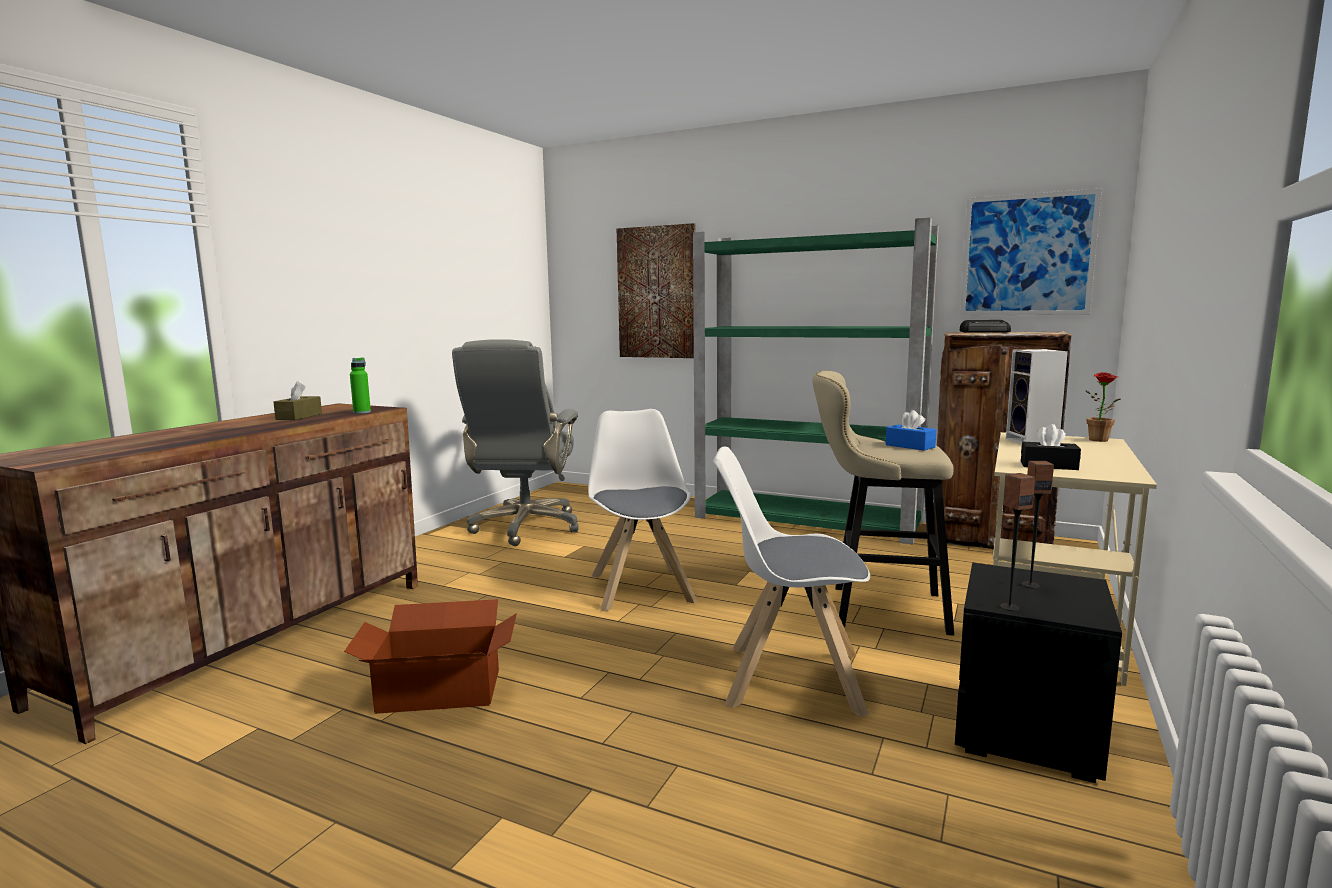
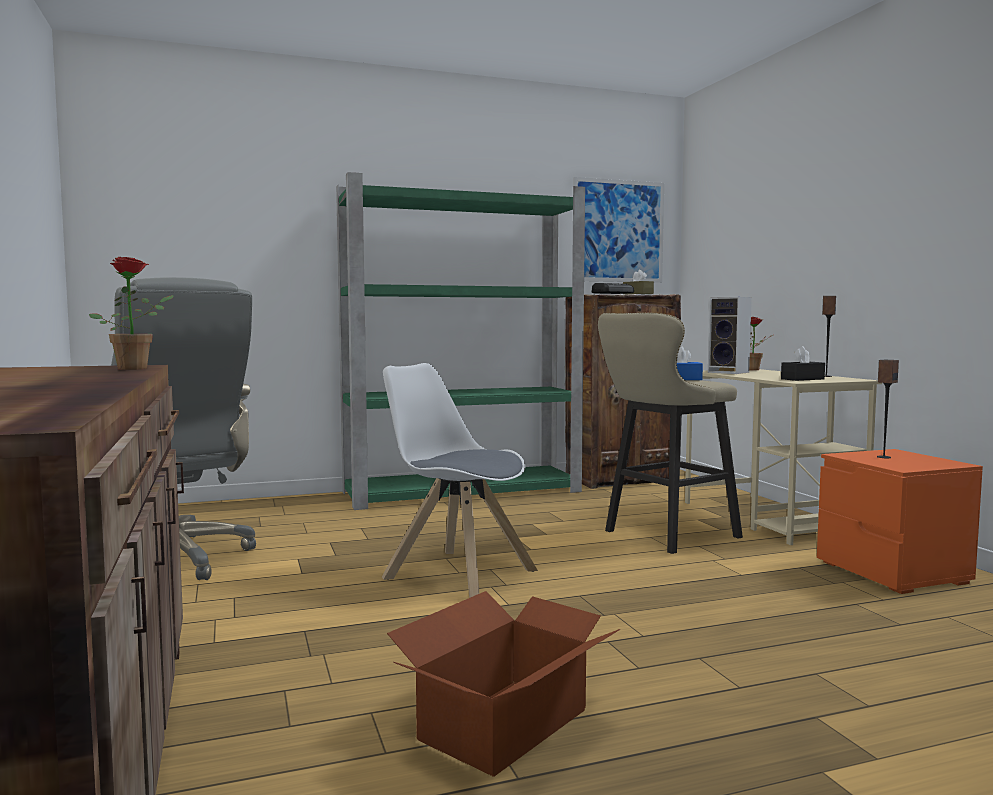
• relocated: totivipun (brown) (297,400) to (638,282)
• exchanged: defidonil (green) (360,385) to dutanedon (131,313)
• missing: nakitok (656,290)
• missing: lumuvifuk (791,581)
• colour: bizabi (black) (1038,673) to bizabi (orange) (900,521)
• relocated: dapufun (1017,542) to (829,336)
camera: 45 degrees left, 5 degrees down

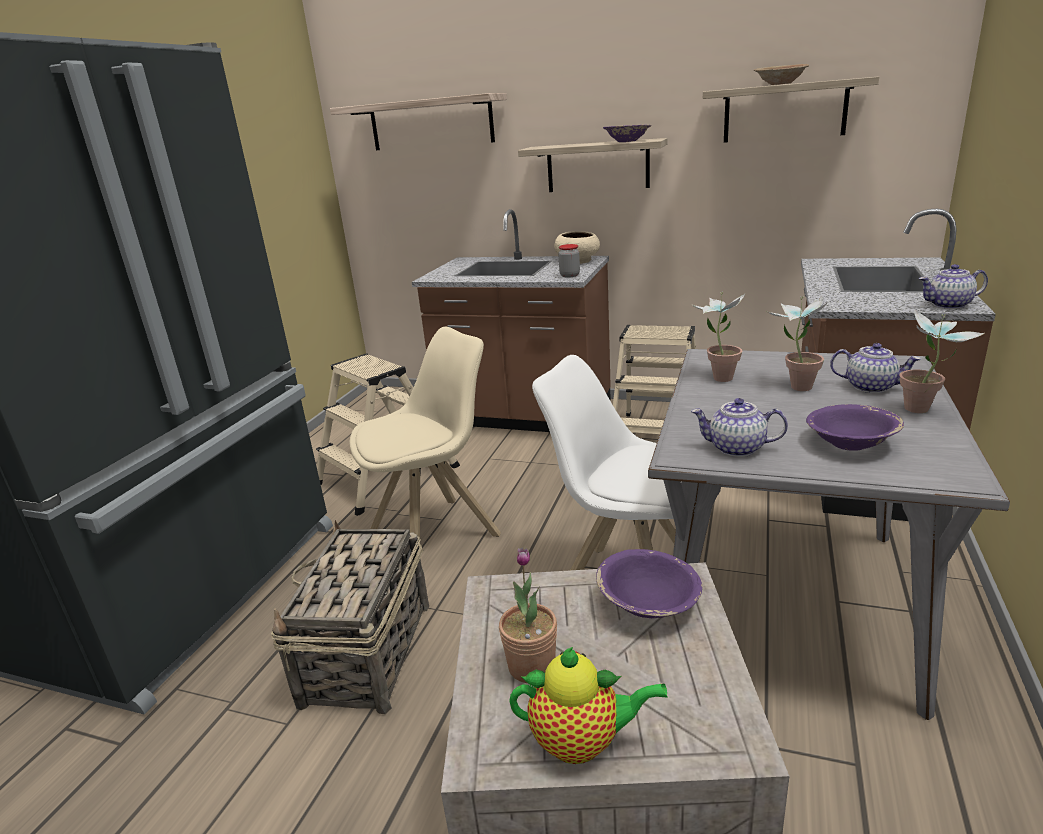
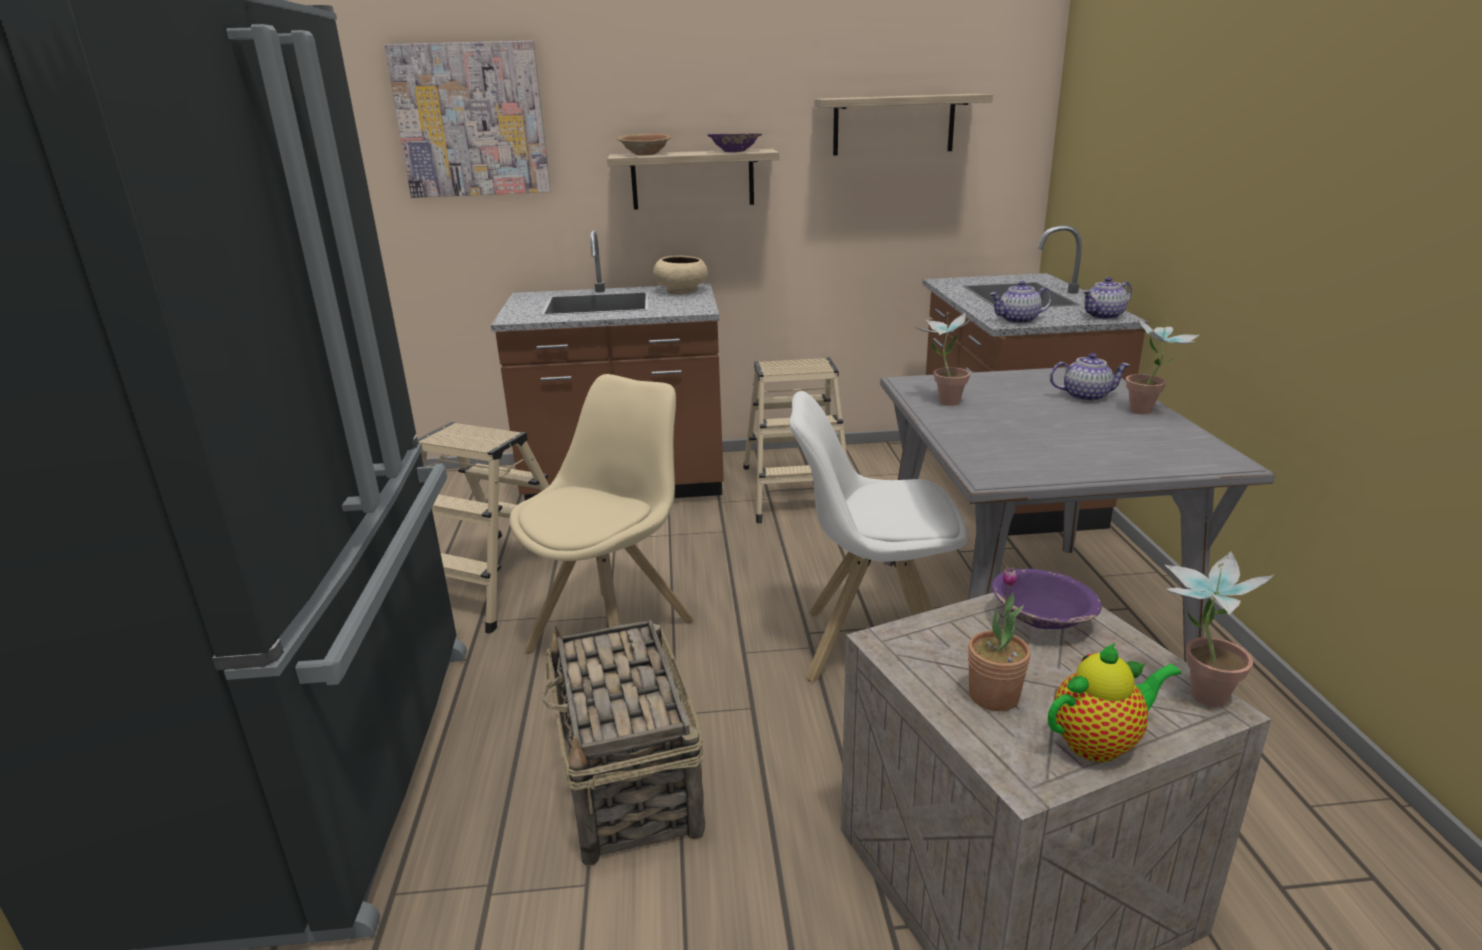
• exchanged: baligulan (418,121) to nakitok (467,119)
• missing: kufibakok (569,261)
• relocated: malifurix (739,427) to (1021,302)
• relocated: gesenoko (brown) (781,74) to (644,144)
• relocated: dutanedon (798,344) to (1219,629)
• missing: gesenoko (purple) (855,427)
camera: 25 degrees left, 0 degrees up

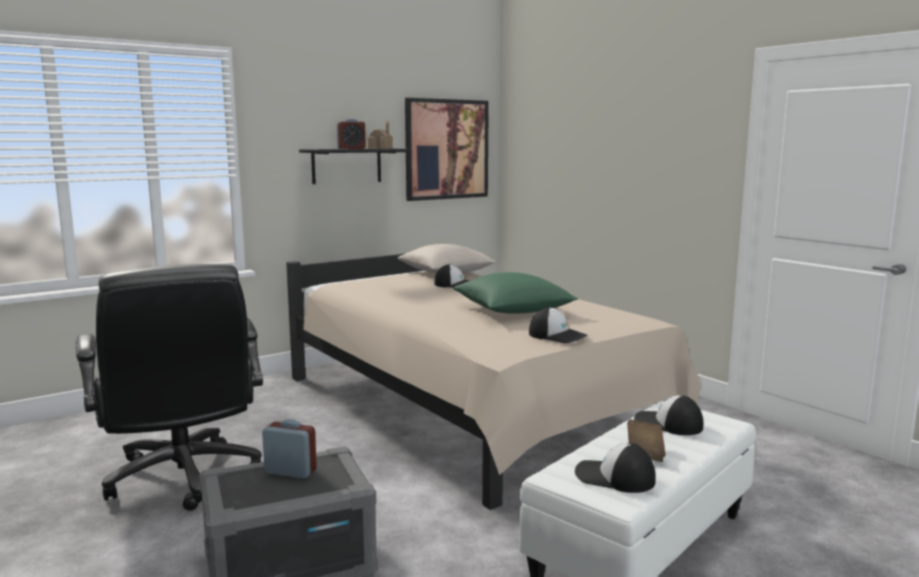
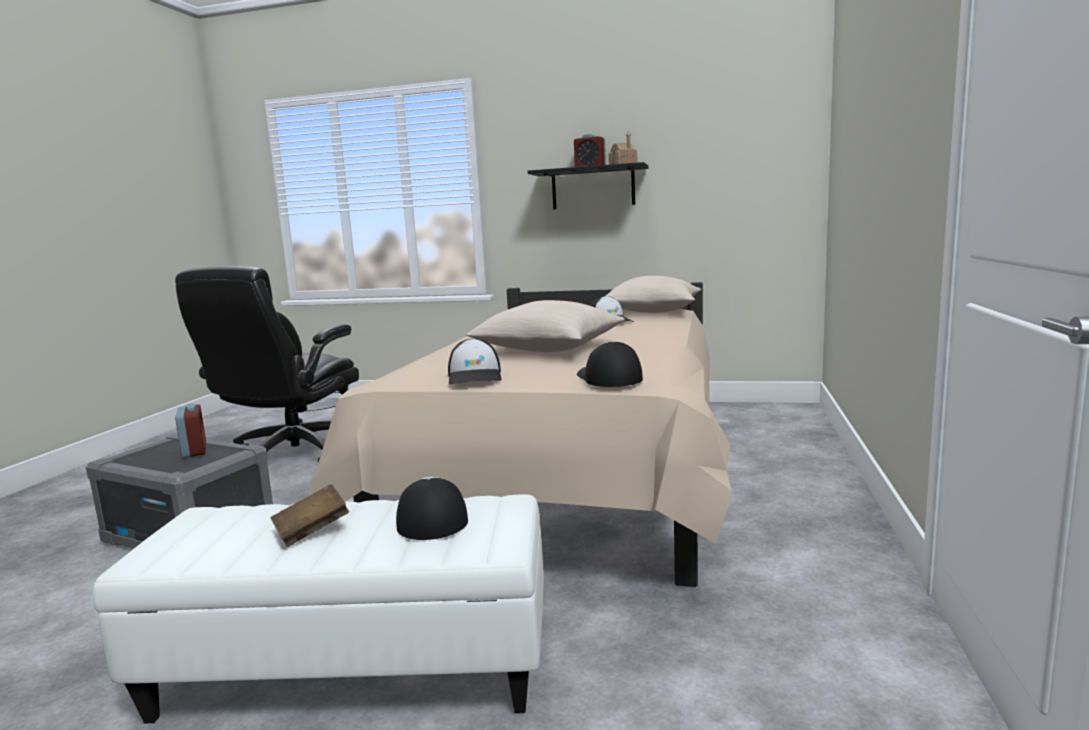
• missing: nakitok (447,149)
• colour: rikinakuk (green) (515,293) to rikinakuk (beige) (545,326)
• relocated: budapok (615,468) to (610,364)
camera: 50 degrees right, 0 degrees up

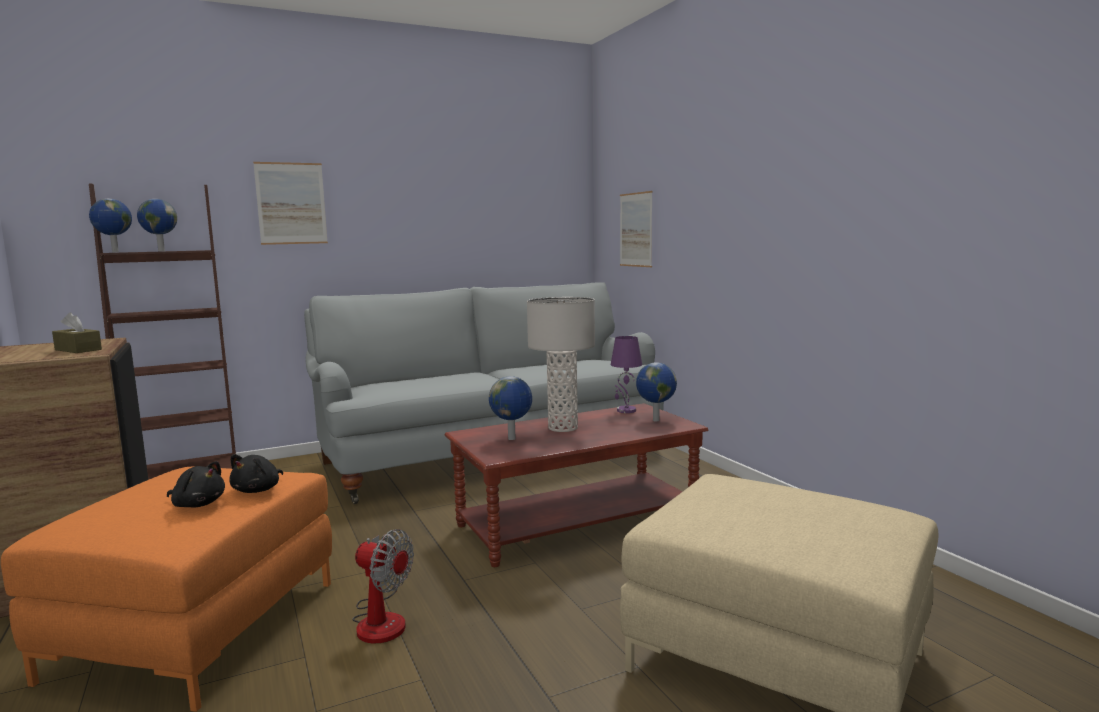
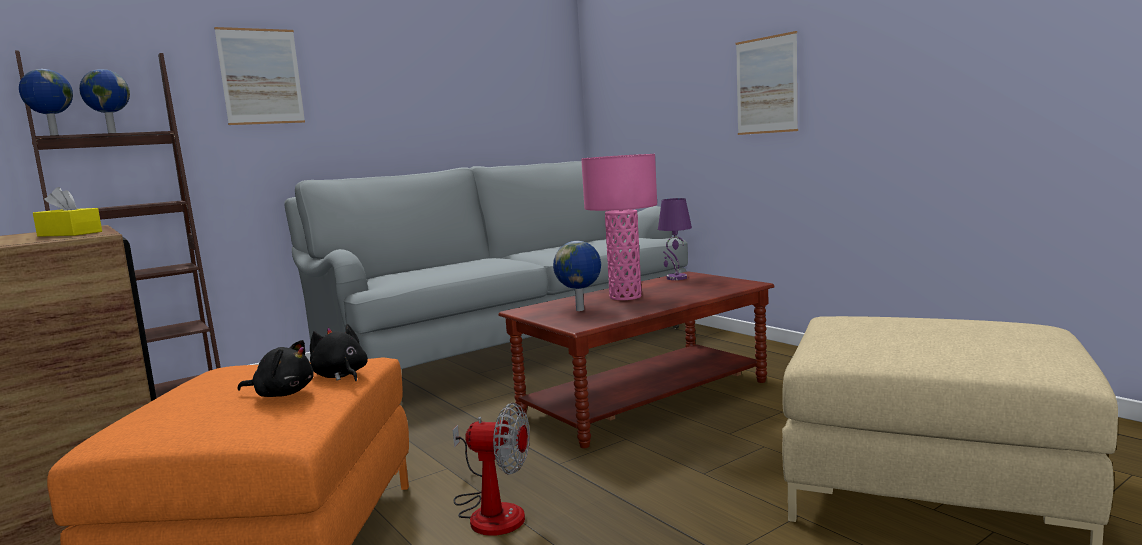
• colour: totivipun (brown) (77,332) to totivipun (yellow) (67,212)
• spun: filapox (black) (256,473) = (339,352) 135 degrees clockwise
• colour: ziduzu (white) (561,364) to ziduzu (pink) (619,227)
• relocated: nakitok (636,229) to (767,83)
• missing: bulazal (656,391)
camera: 10 degrees left, 0 degrees up

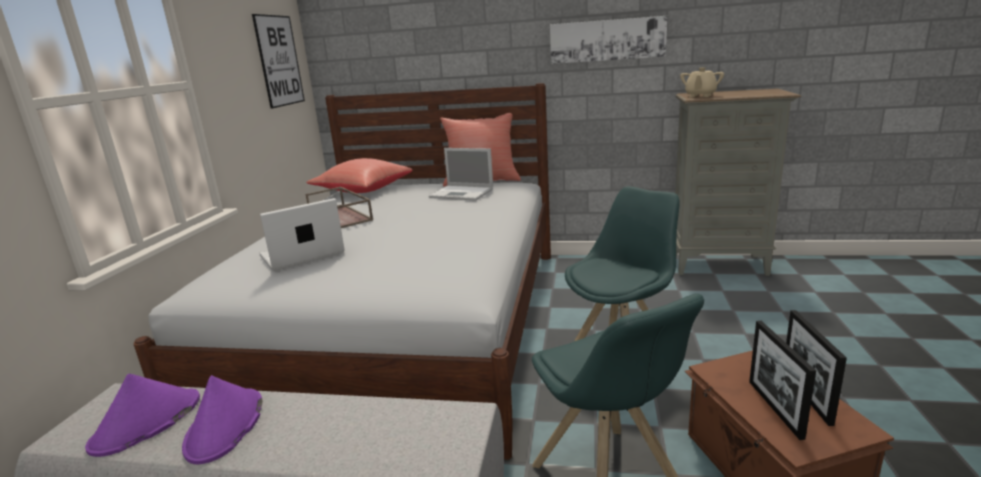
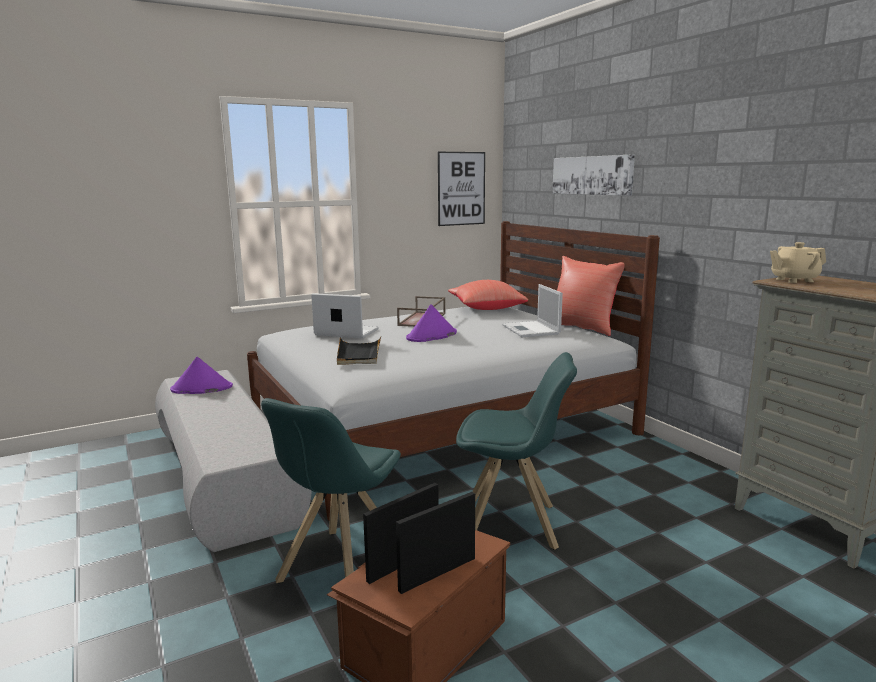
• relocated: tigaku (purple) (222,419) to (431,323)
• relocated: nakitok (608,40) to (593,175)
• appeared: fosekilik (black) (359,351)
camera: 50 degrees right, 5 degrees down

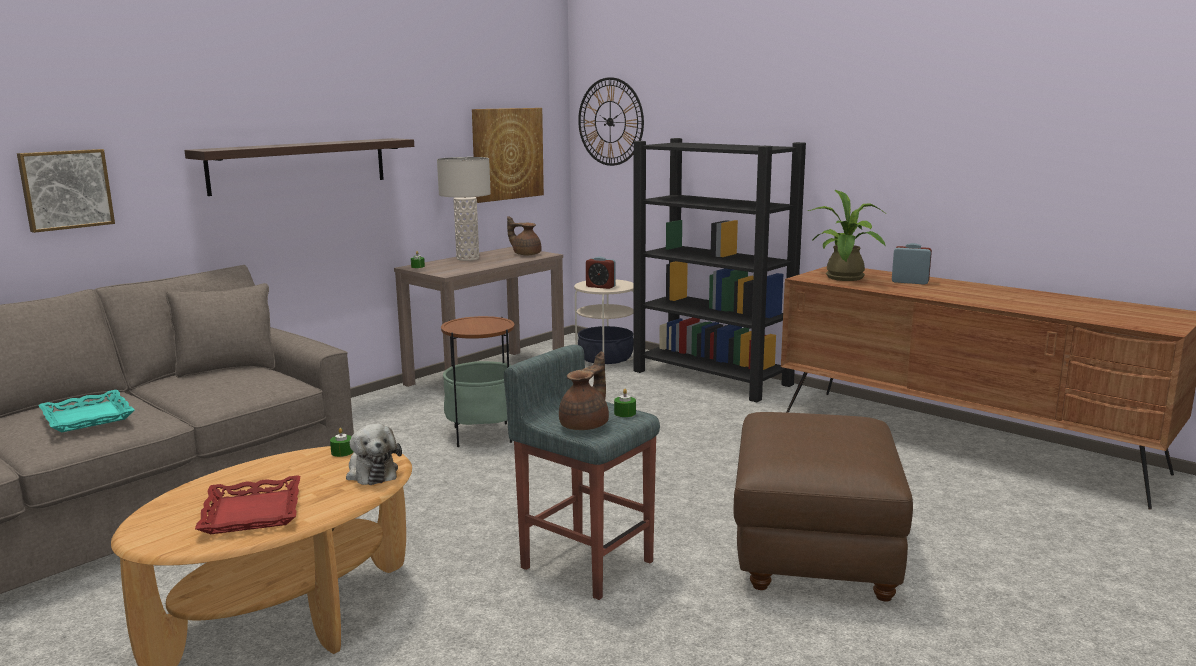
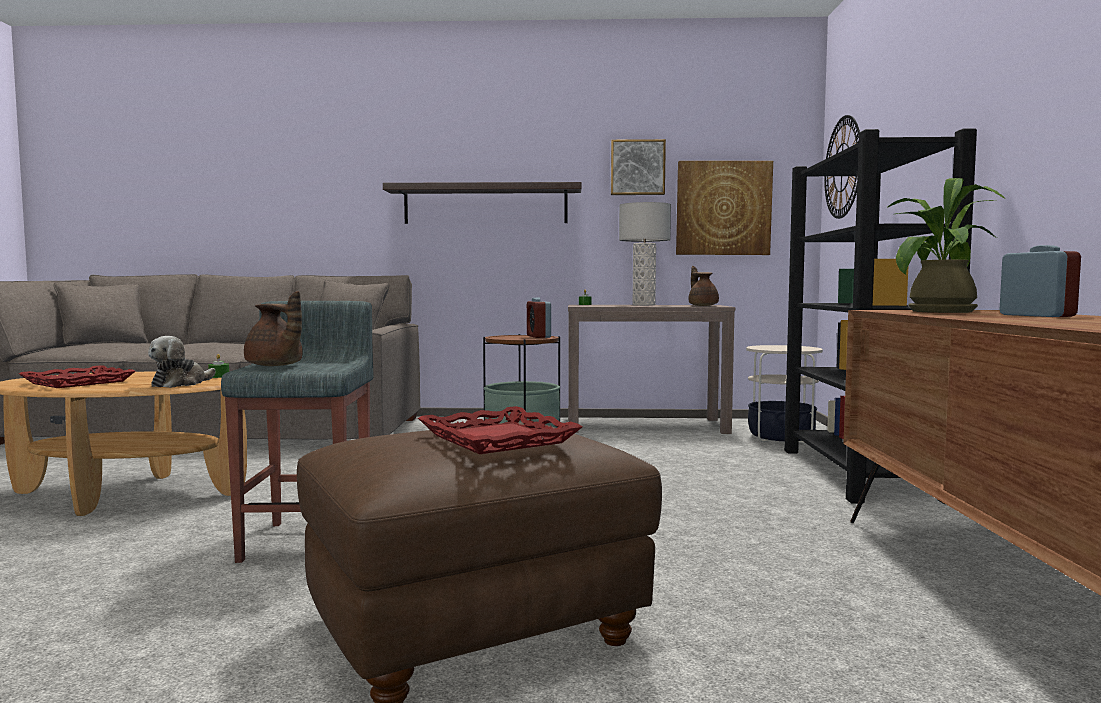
• relocated: nakitok (66,191) to (638,167)
• missing: fosekilik (turquoise) (86,411)
• spun: malifurix (brown) (584,390) = (273,328) 45 degrees clockwise
• relocated: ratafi (601,273) to (539,318)
• missing: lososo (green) (625,403)
• appeared: fosekilik (red) (500,430)
camera: 50 degrees right, 10 degrees down

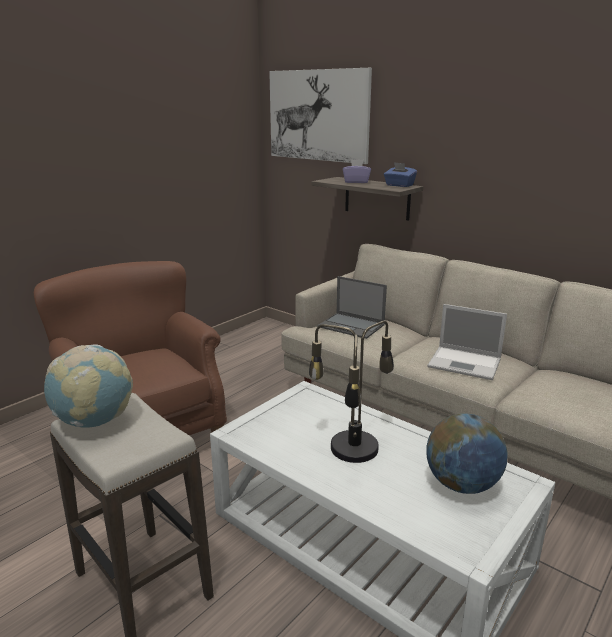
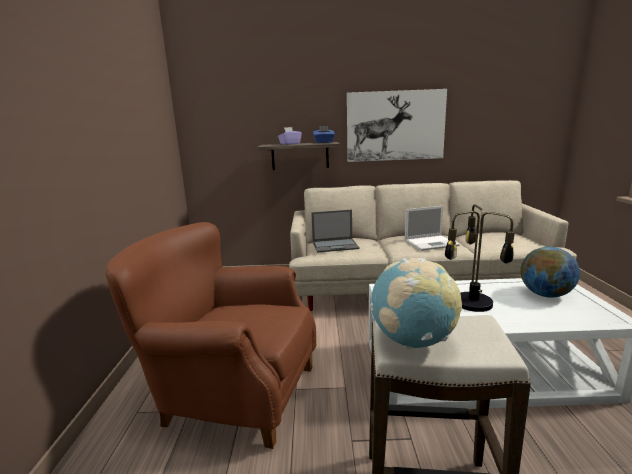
• relocated: nakitok (320,116) to (397,125)
camera: 40 degrees left, 5 degrees down

